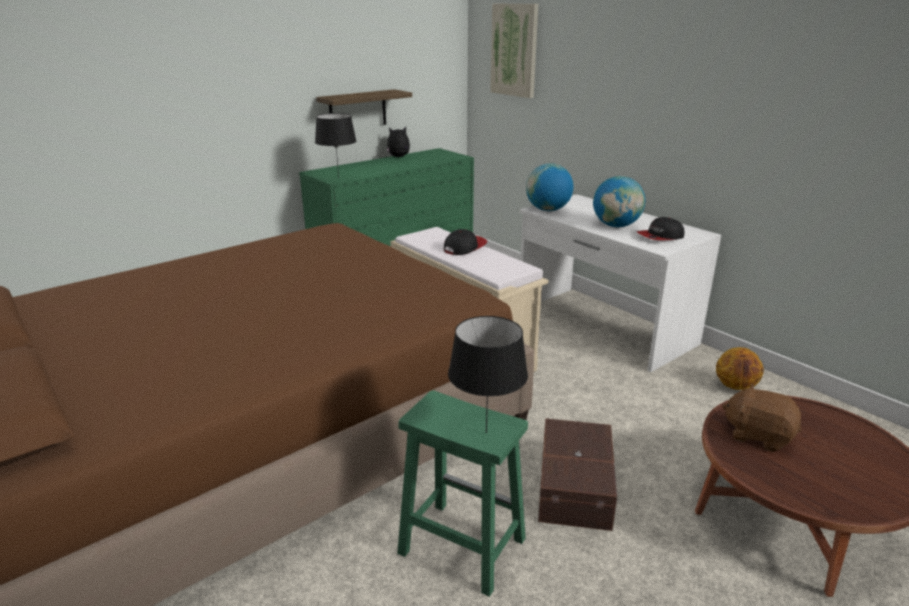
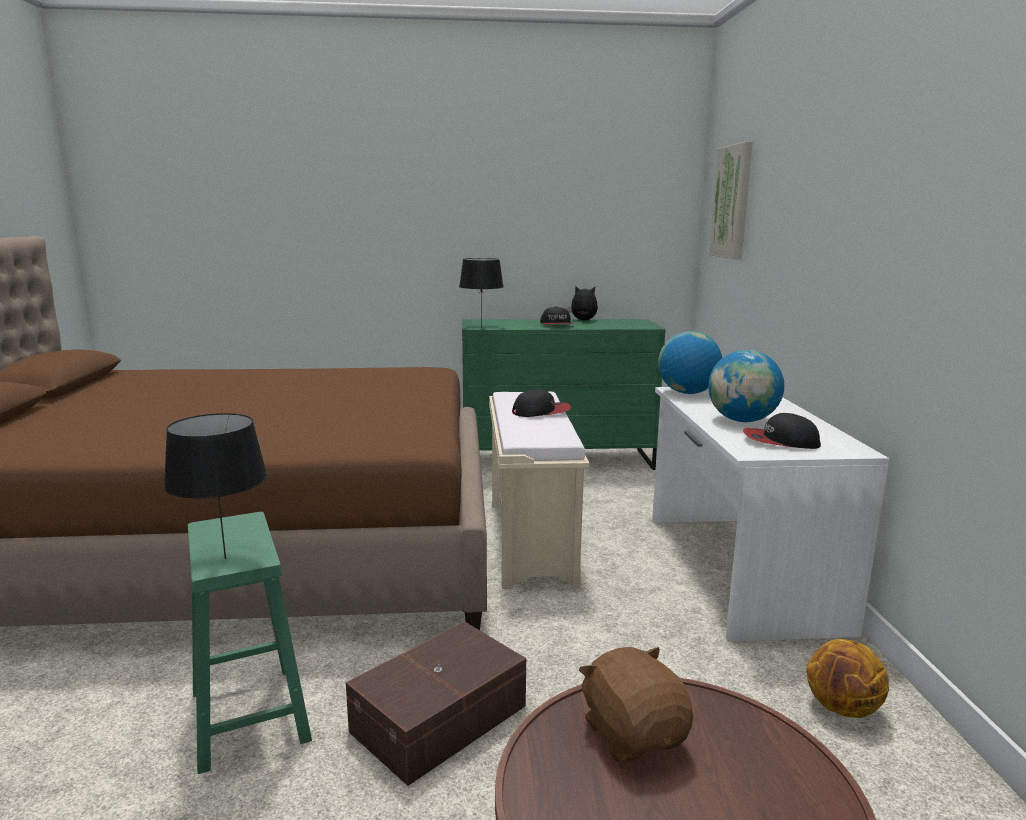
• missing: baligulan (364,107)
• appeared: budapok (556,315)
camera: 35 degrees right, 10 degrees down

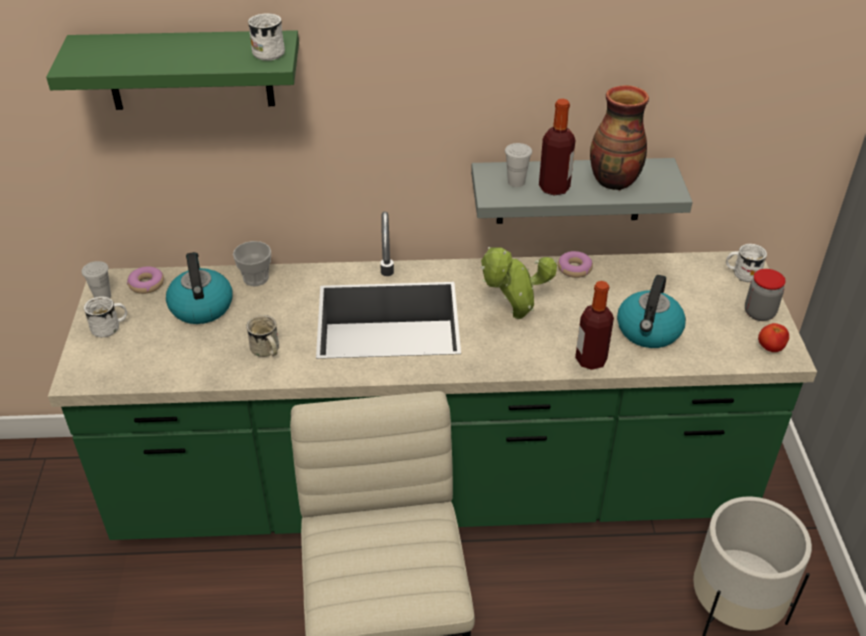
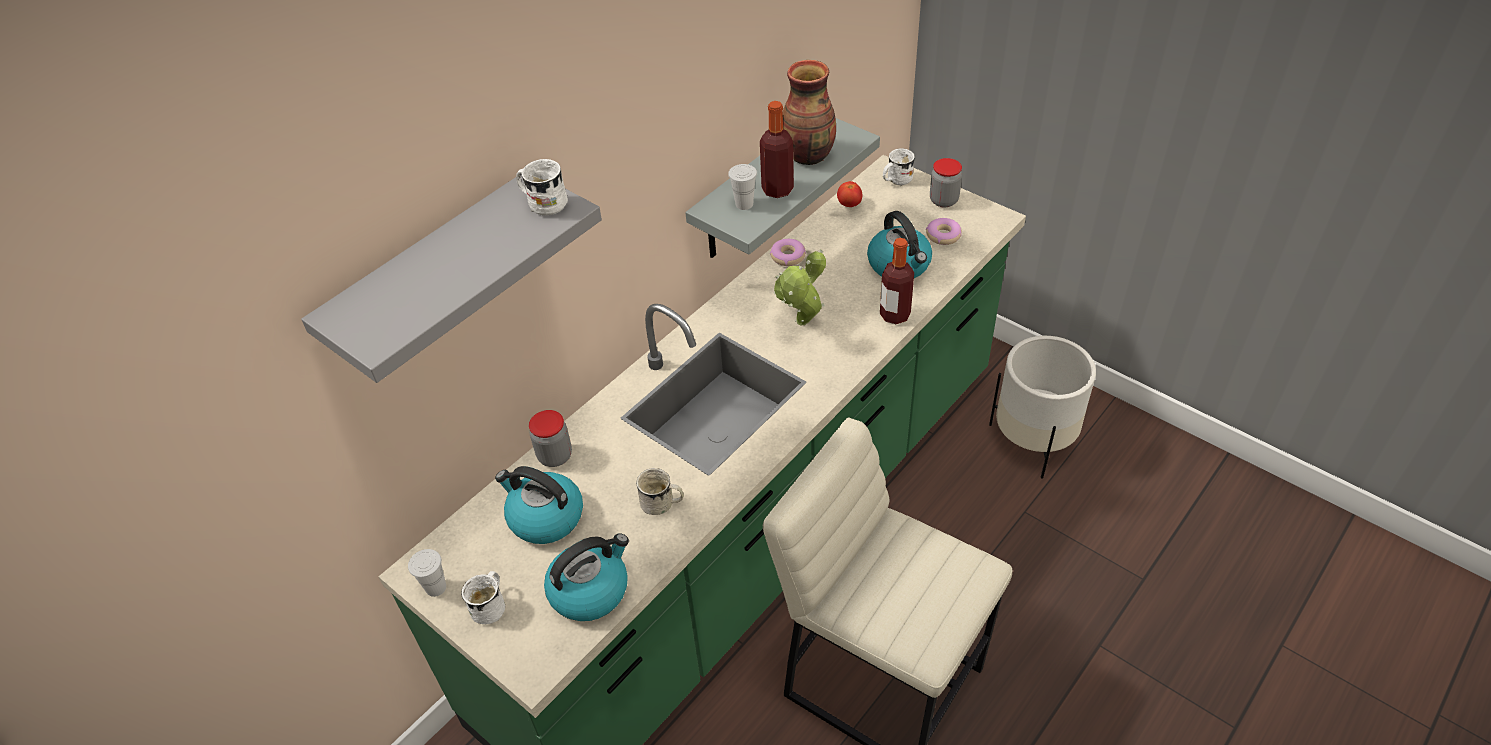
• colour: baligulan (green) (172,70) to baligulan (grey) (451,279)
• relocated: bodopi (145,280) to (944,231)
• exchanged: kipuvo (252,263) to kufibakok (550,438)
• relocated: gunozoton (773,337) to (850,194)
• appeared: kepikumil (586,577)
camera: 45 degrees left, 5 degrees up

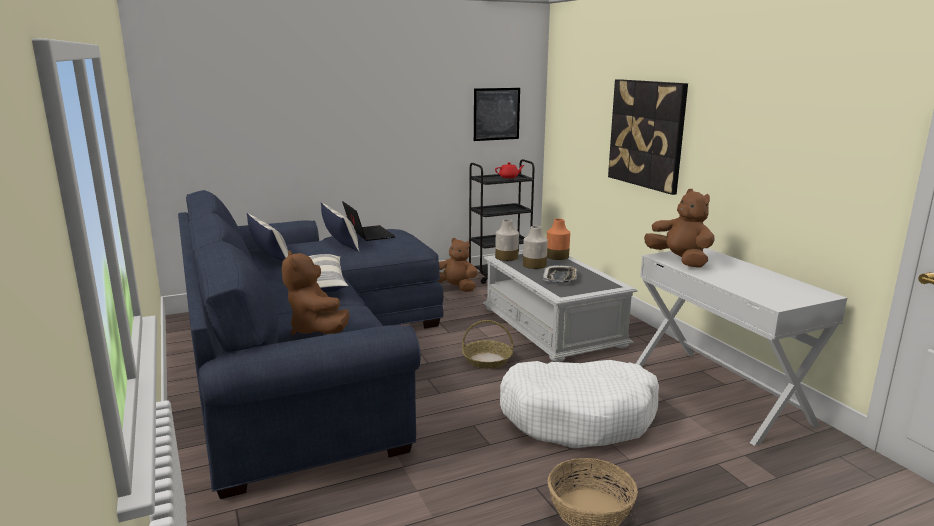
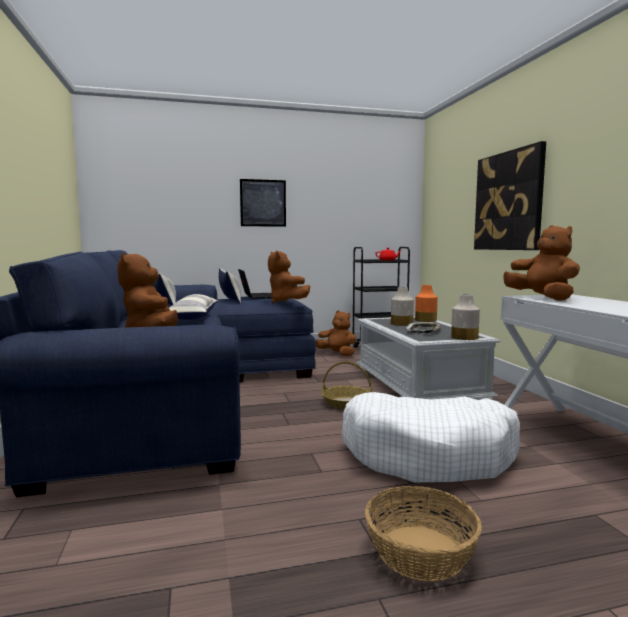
• relocated: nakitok (497,114) to (263,203)
• relocated: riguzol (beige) (507,240) to (465,317)
• appeared: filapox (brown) (289,276)
camera: 10 degrees right, 10 degrees down

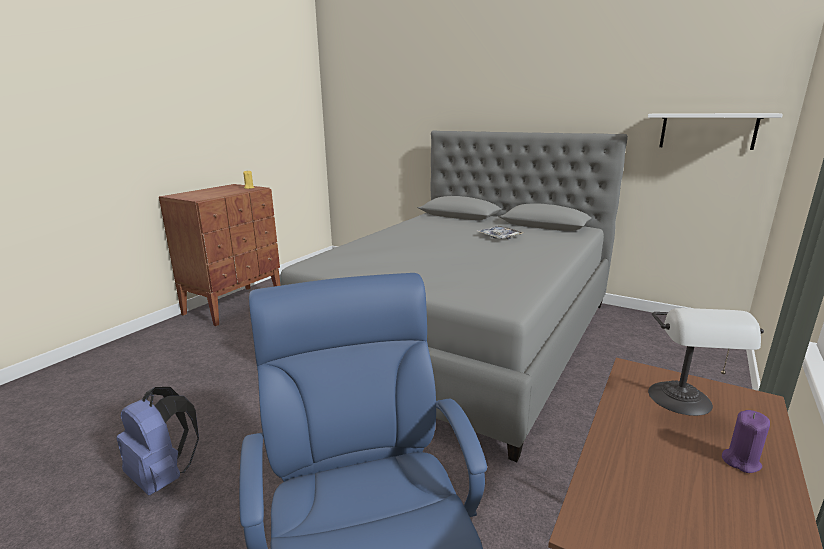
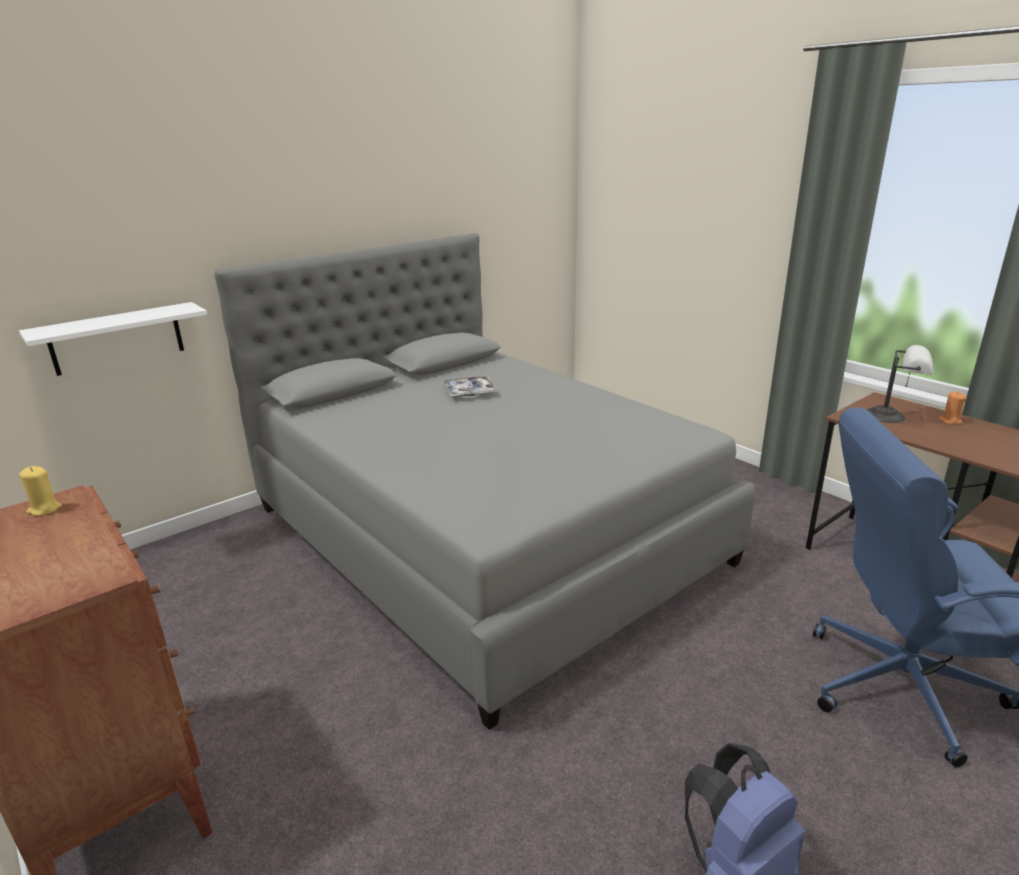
• relocated: baligulan (white) (715,131) to (113,339)
• colour: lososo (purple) (746,441) to lososo (orange) (952,408)
camera: 70 degrees left, 5 degrees up

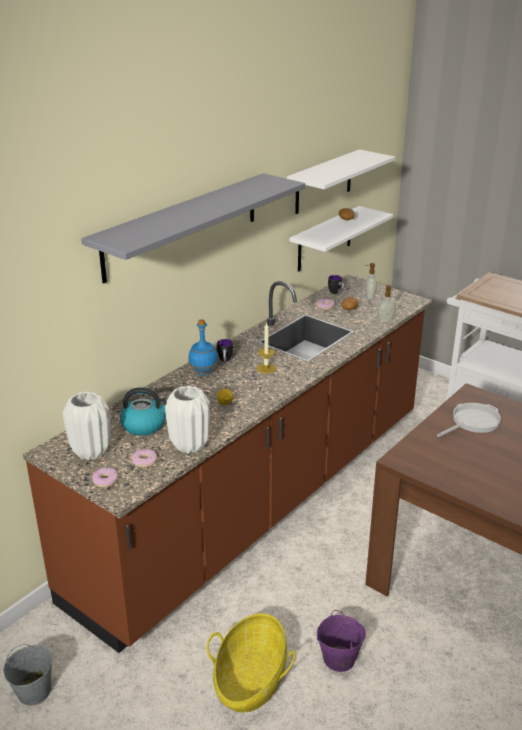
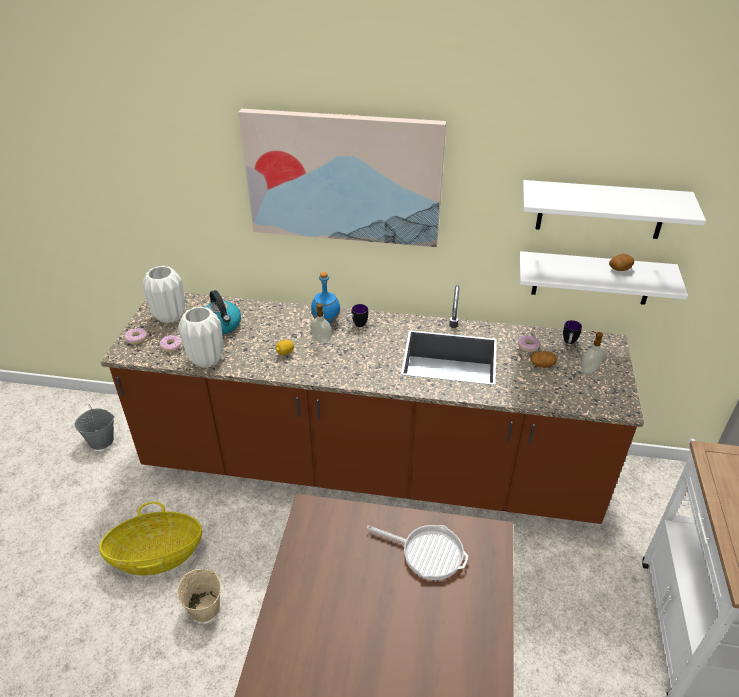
• exchanged: baligulan (grey) (193,228) to nakitok (342,178)
• missing: lososo (266,348)
• colour: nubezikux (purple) (341,641) to nubezikux (beige) (199,595)
• relocated: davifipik (386,304) to (321,323)
camera: 60 degrees right, 10 degrees up

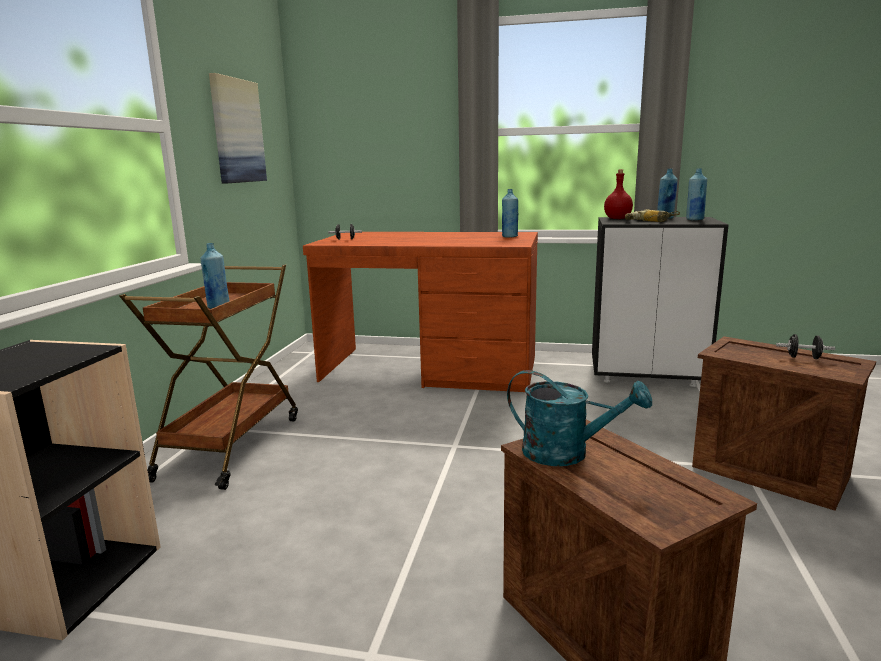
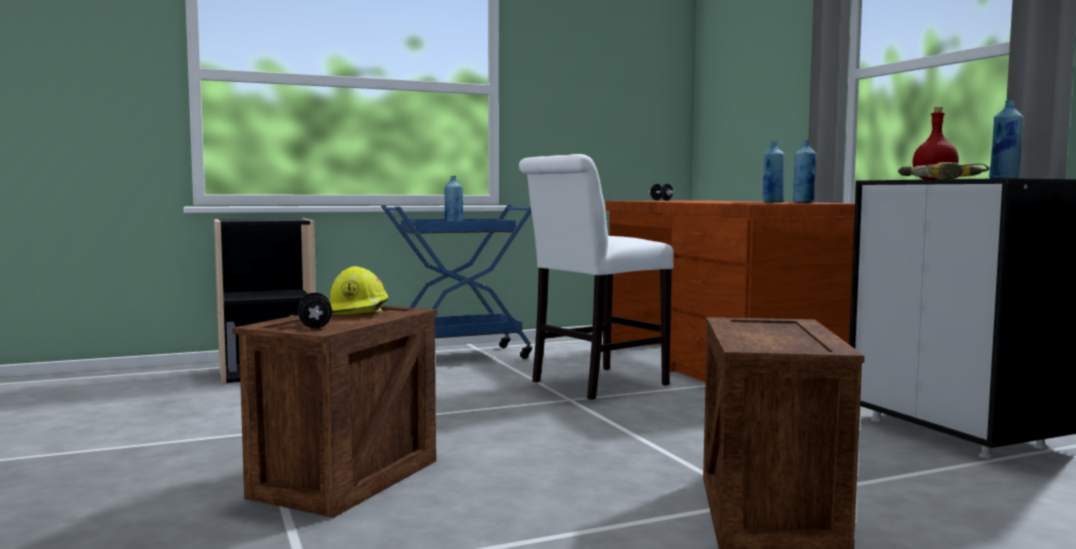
• colour: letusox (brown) (208,377) to letusox (blue) (456,282)
• missing: nakitok (238,128)
• exchanged: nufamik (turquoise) (579,418) to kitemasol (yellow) (359,290)
• relocated: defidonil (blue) (696,194) to (773,172)
• relocated: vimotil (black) (805,346) to (315,310)
• appeared: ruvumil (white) (596,277)
camera: 55 degrees right, 10 degrees down

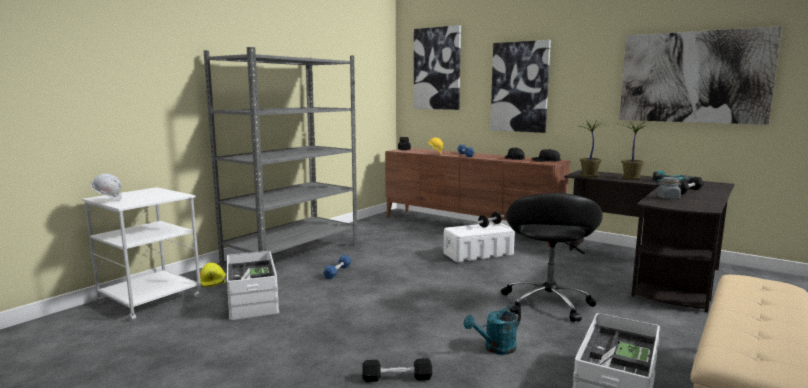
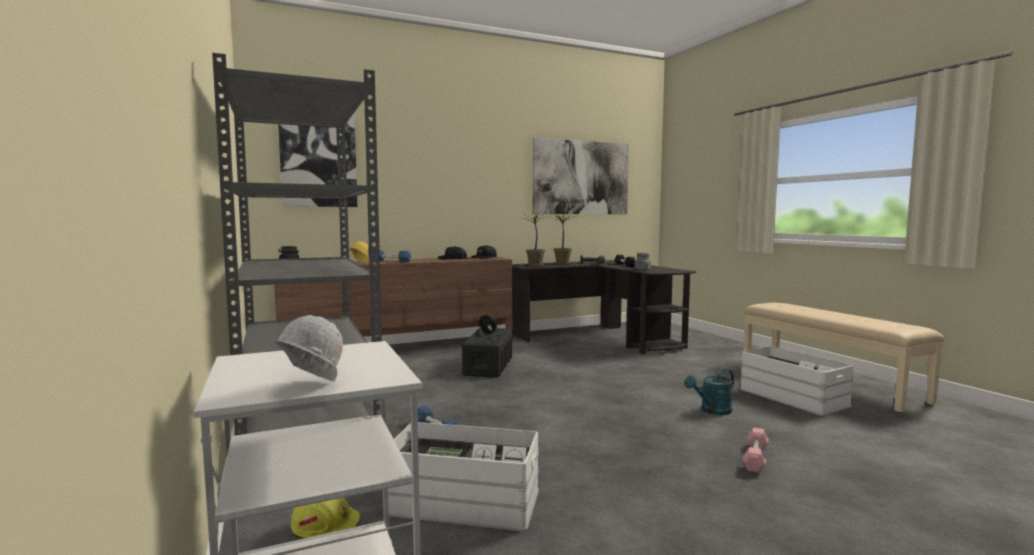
• colour: vimotil (black) (397,370) to vimotil (pink) (756,450)
• colour: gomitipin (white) (479,242) to gomitipin (black) (487,352)
• spun: nufamik (turquoise) (492,329) = (709,392) 60 degrees clockwise
• missing: nakitok (520,86)
• missing: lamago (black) (552,257)
camera: 60 degrees left, 5 degrees down

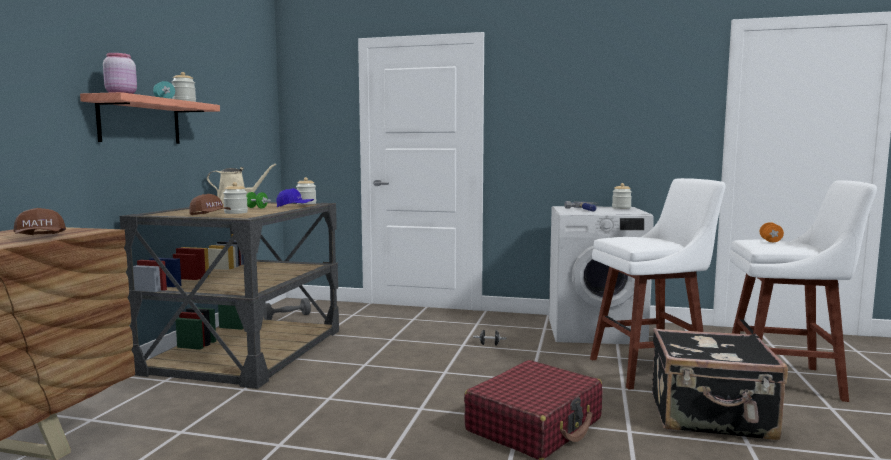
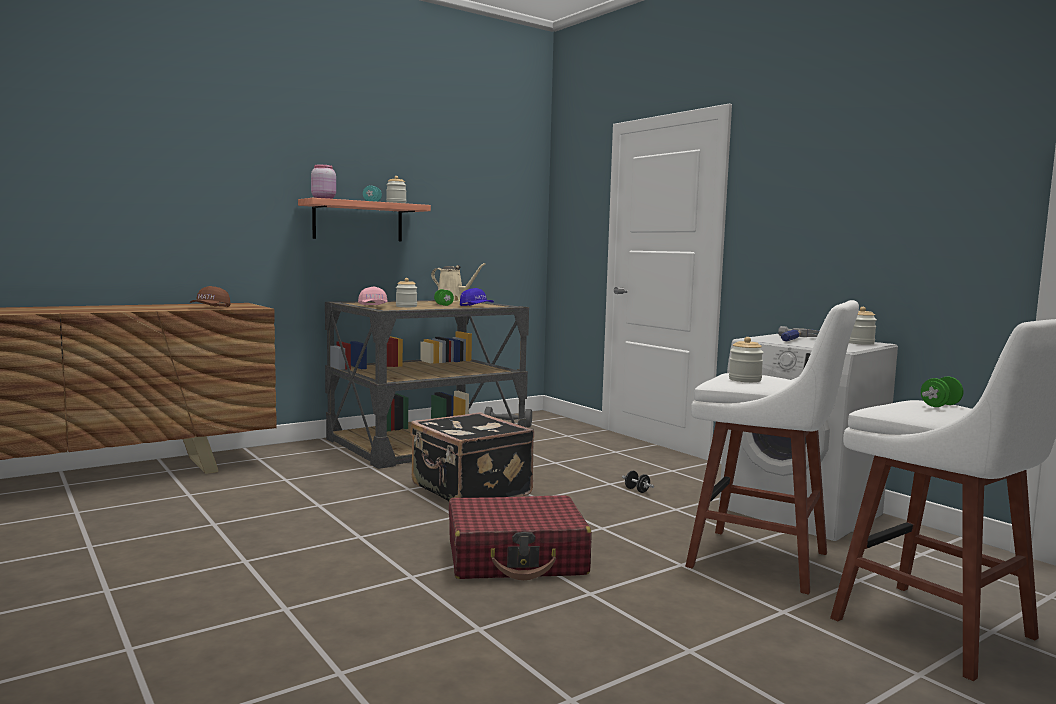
• colour: budapok (brown) (210,204) to budapok (pink) (373,295)
• relocated: kufibakok (306,190) to (746,359)
• relocated: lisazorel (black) (720,384) to (472,456)
• colour: vimotil (orange) (772,232) to vimotil (green) (942,392)
camera: 40 degrees right, 0 degrees up

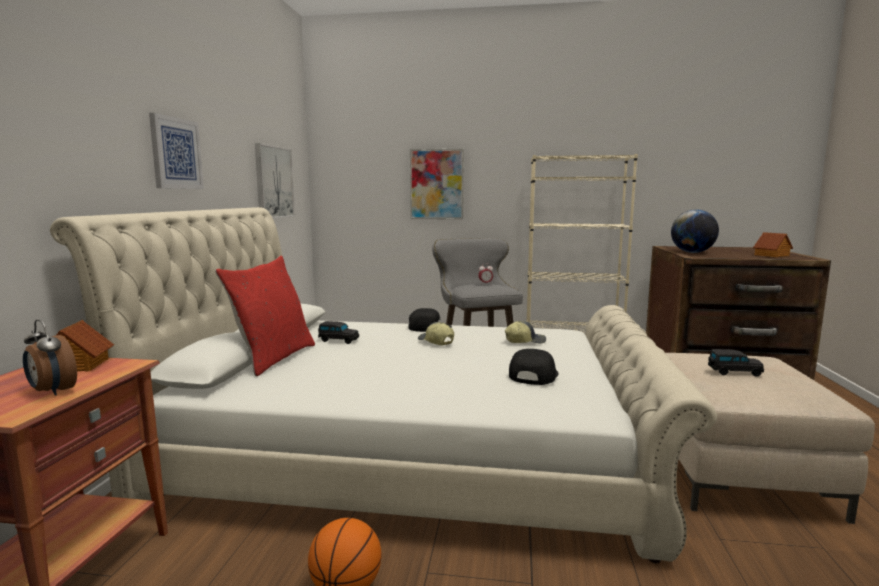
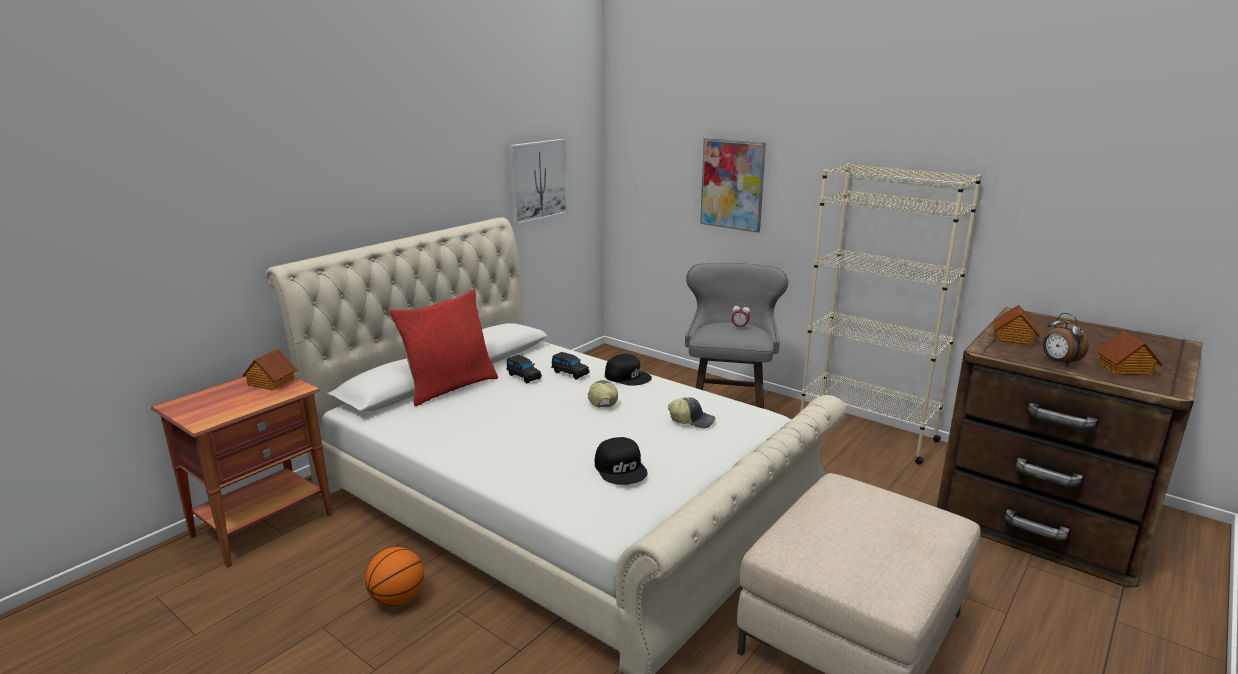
• relocated: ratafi (50,357) to (1066,339)
• missing: nakitok (176,151)
• spun: budapok (black) (534,367) = (621,461) 105 degrees clockwise
• exchanged: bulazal (695,231) to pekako (1016,325)
• relocated: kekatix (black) (736,363) to (570,365)
camera: 30 degrees right, 10 degrees up

